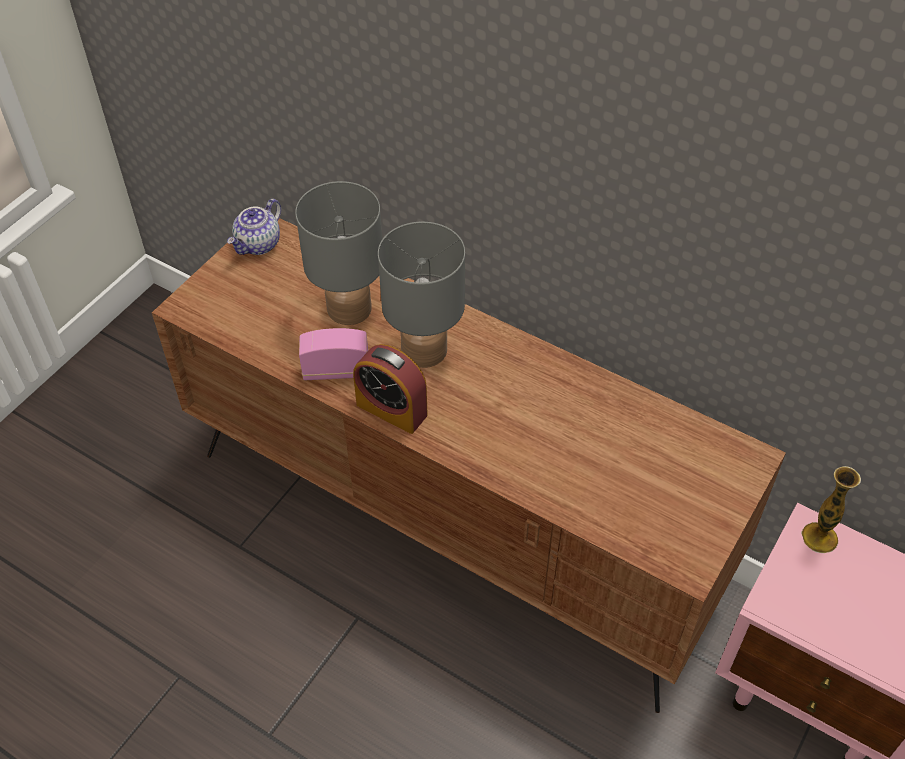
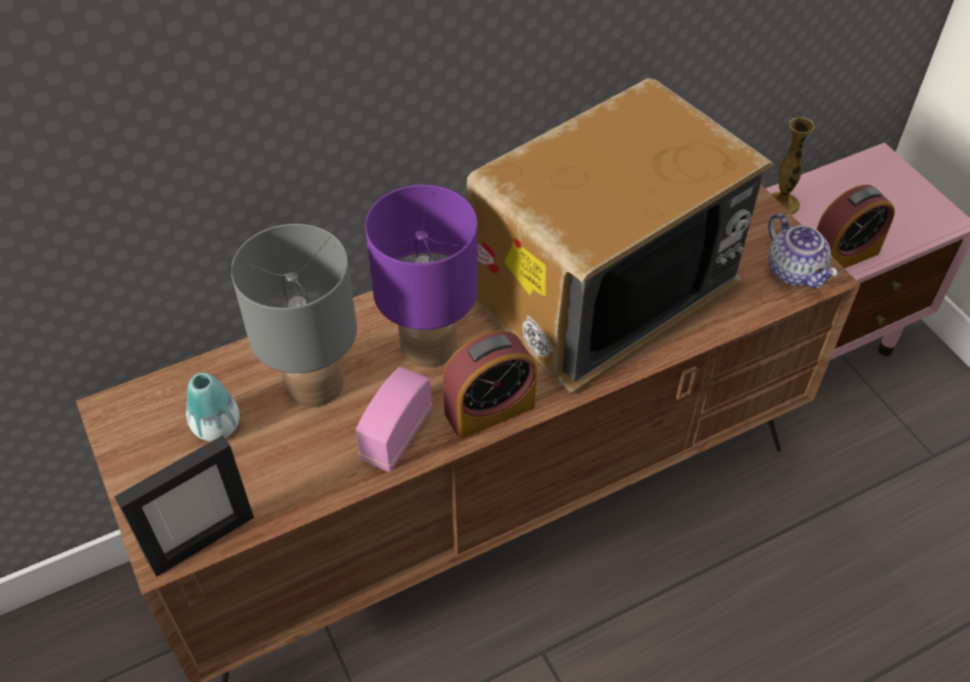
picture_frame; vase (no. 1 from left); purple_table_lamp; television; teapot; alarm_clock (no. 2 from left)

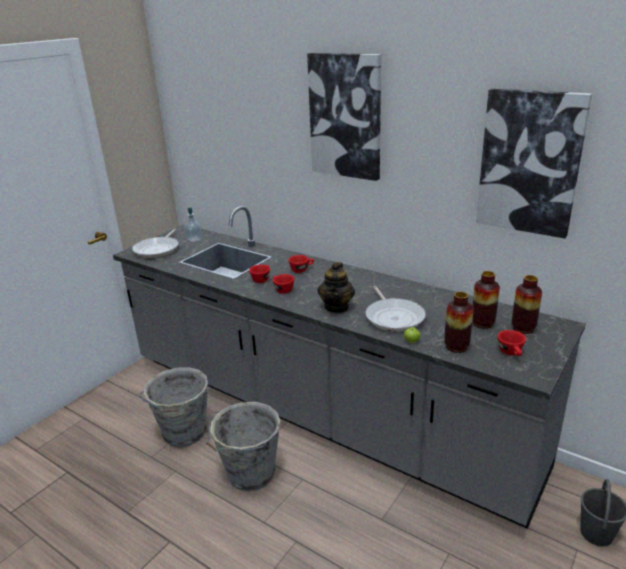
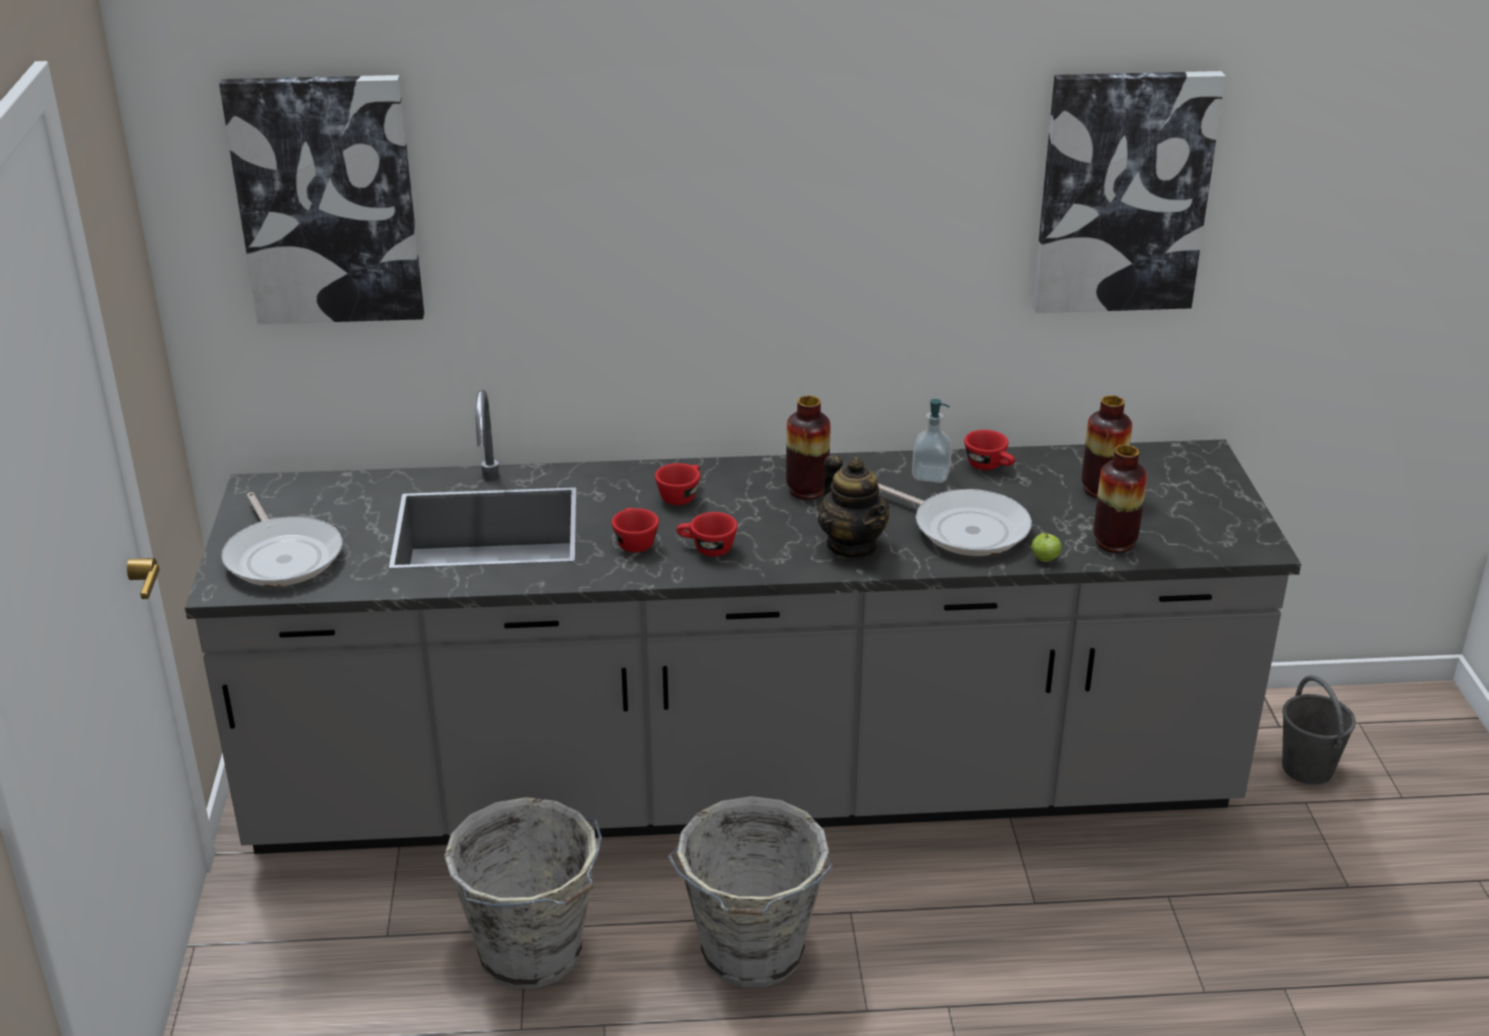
picture (no. 1 from left); vase (no. 1 from left); soap_dispenser; red_cup (no. 4 from left)

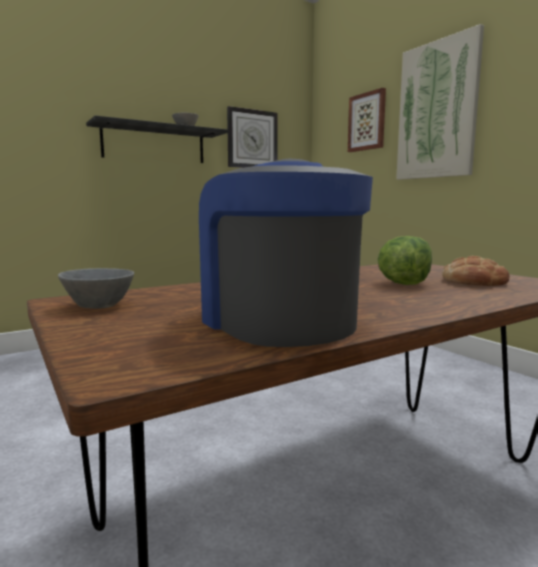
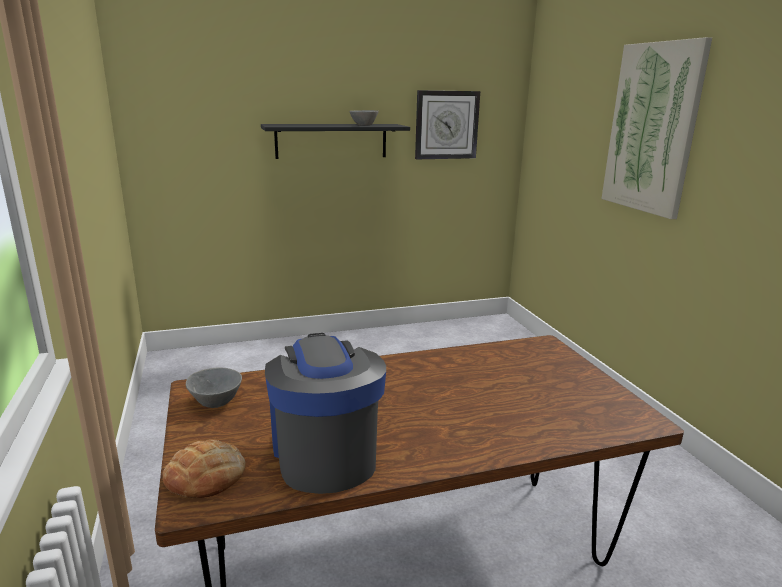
bread; picture (no. 1 from left in the first image); lettuce

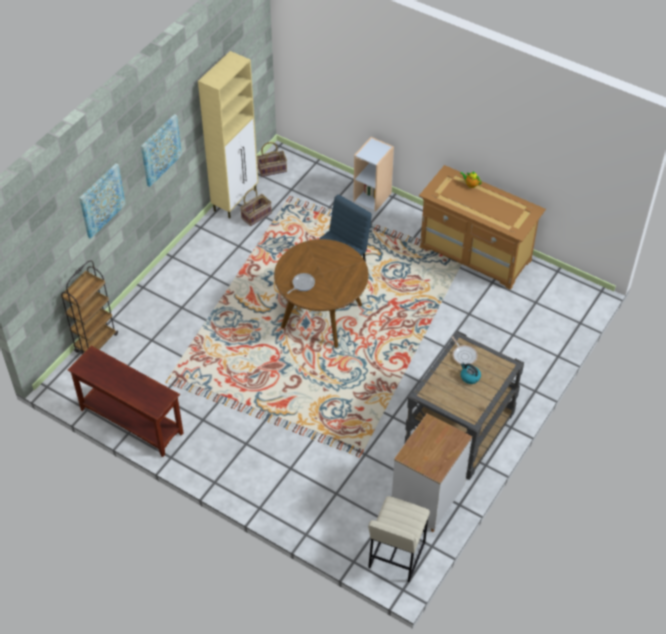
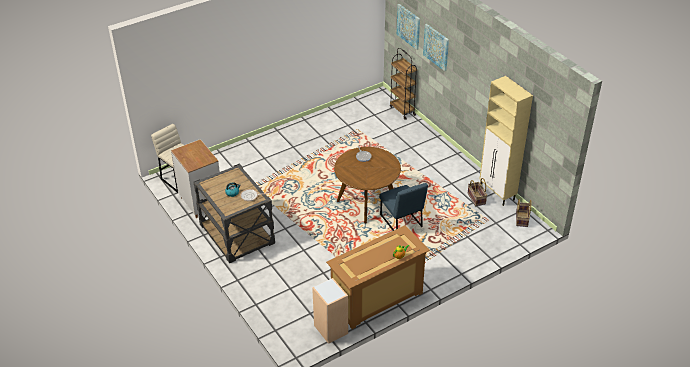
bookcase (no. 2 from left); picture (no. 1 from left); brown_console_table

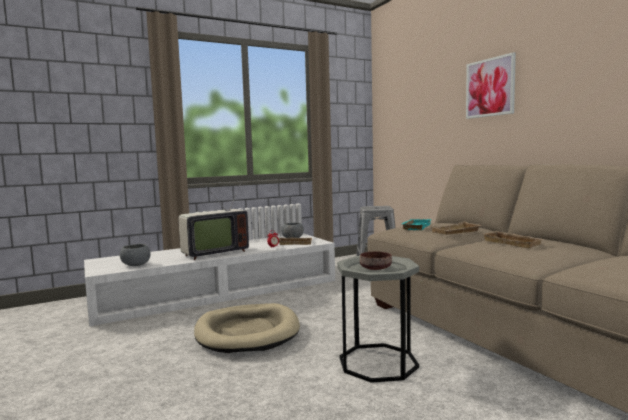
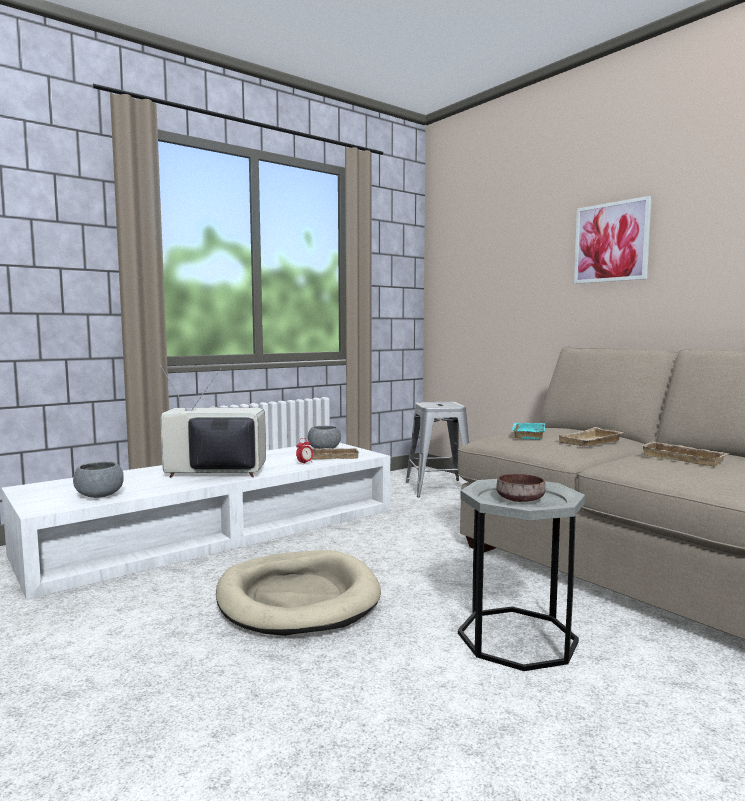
television

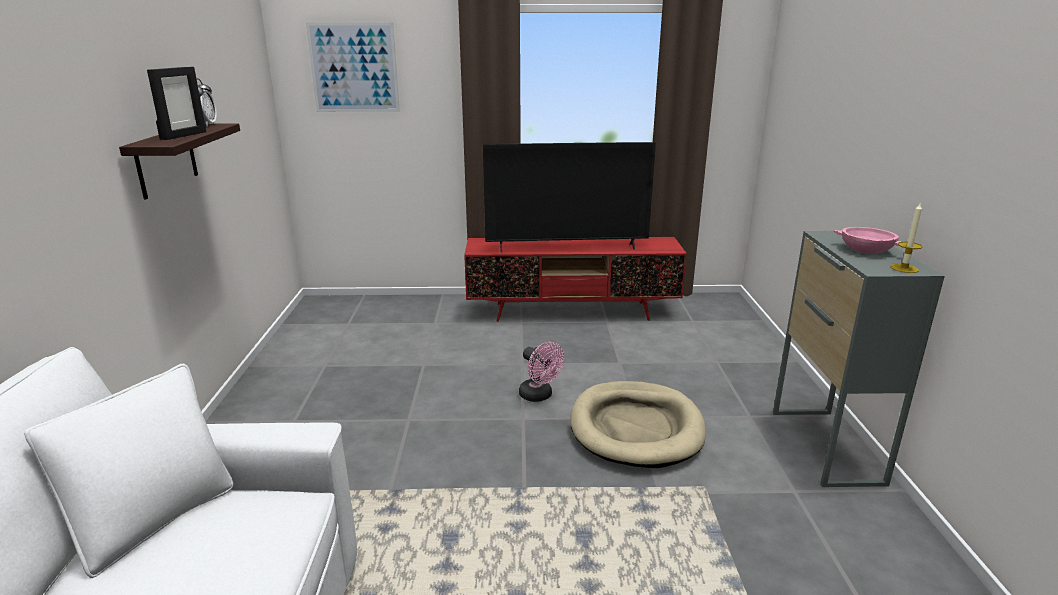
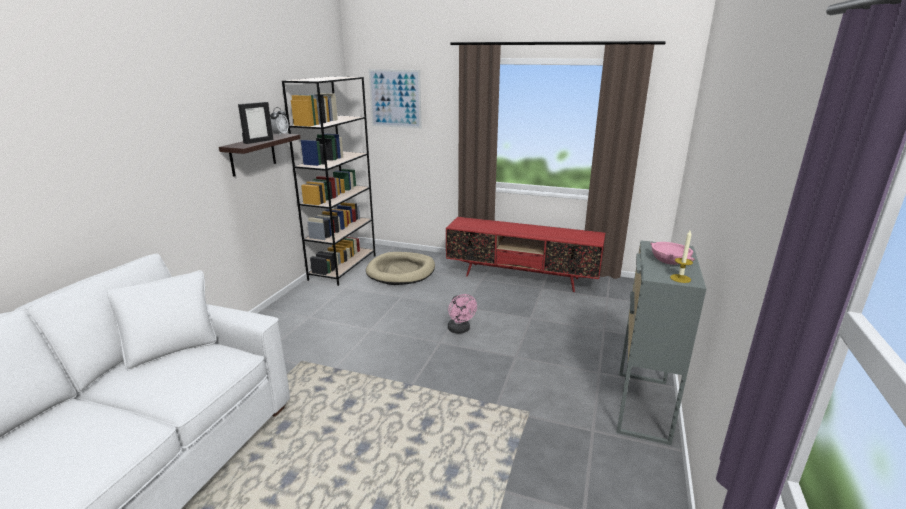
beige_bookcase; beige_dog_bed; television

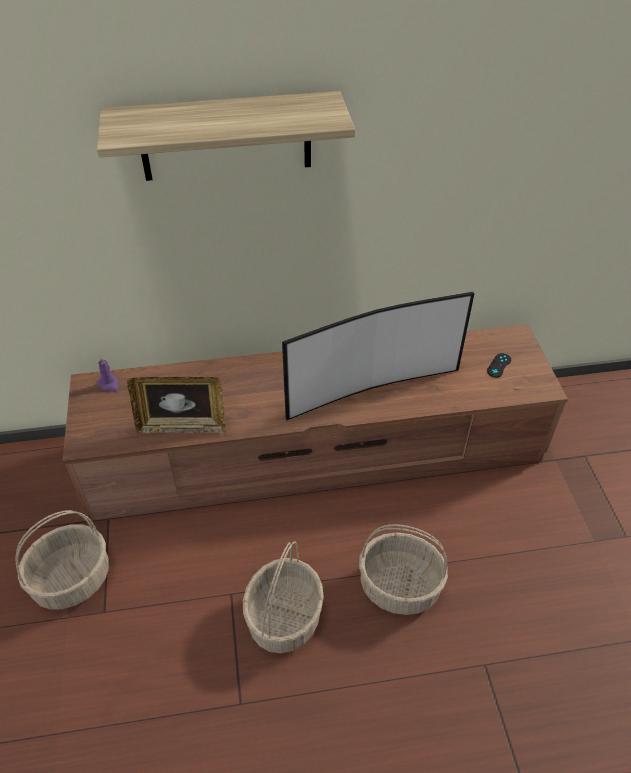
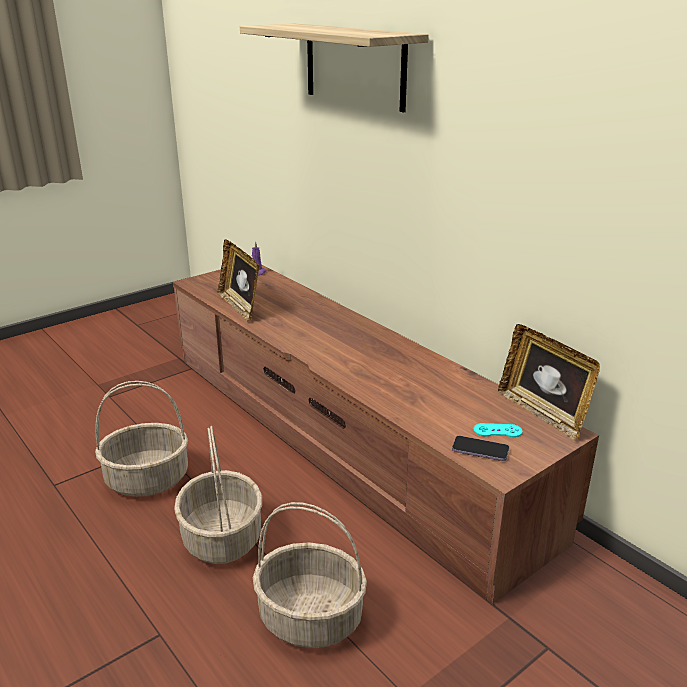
basket (no. 3 from left); phone; turquoise_game_controller; picture_frame (no. 2 from left); television

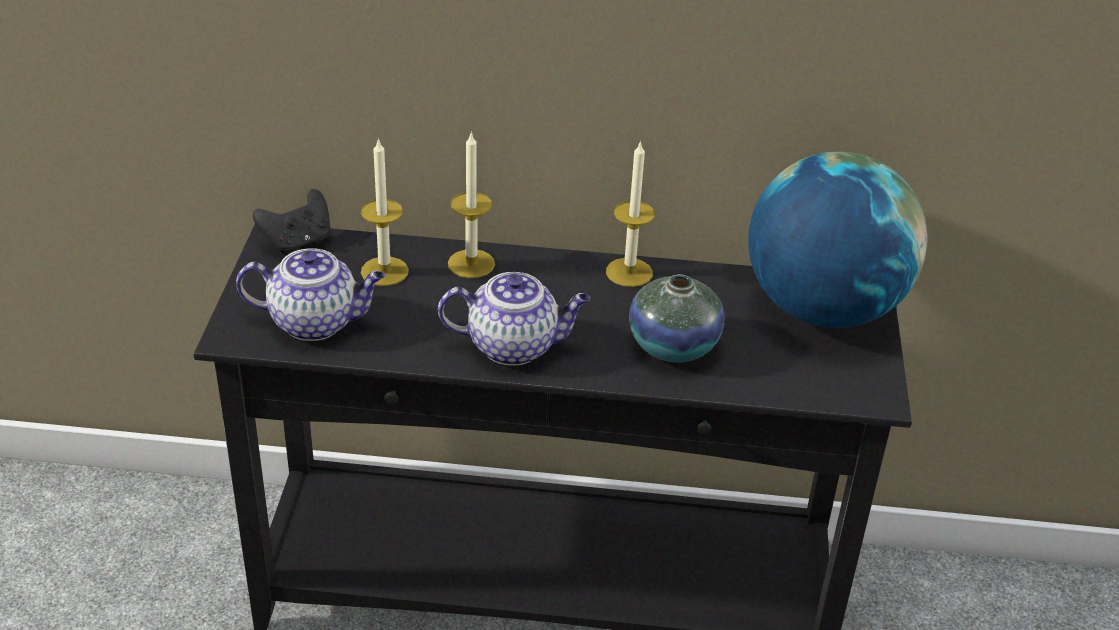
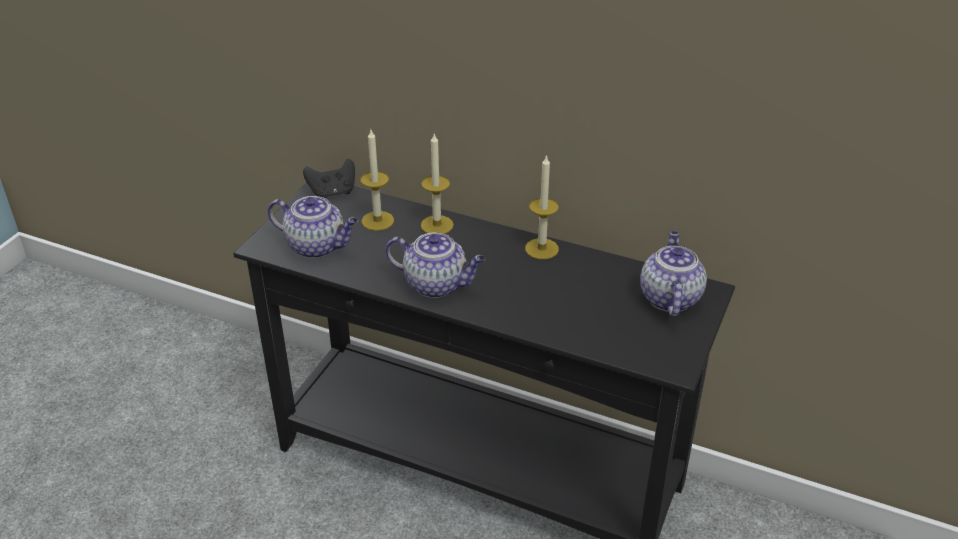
teapot (no. 3 from left); vase

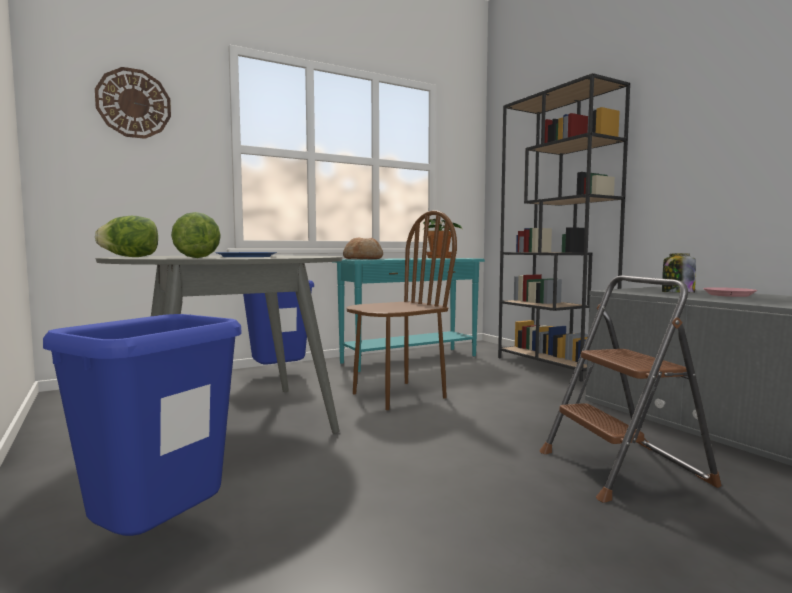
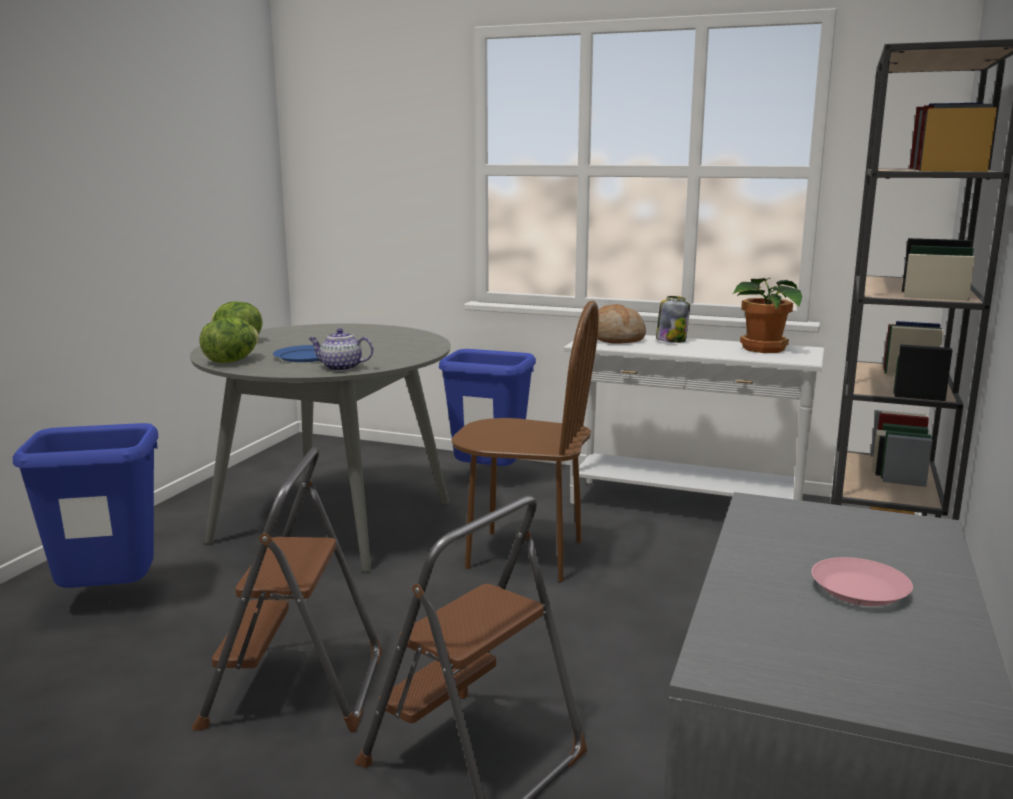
brown_step_ladder (no. 1 from left); teapot; white_console_table; jar; wall_clock

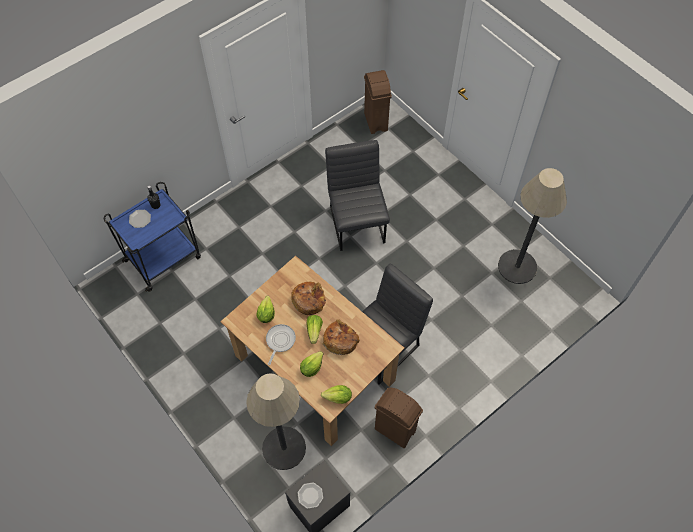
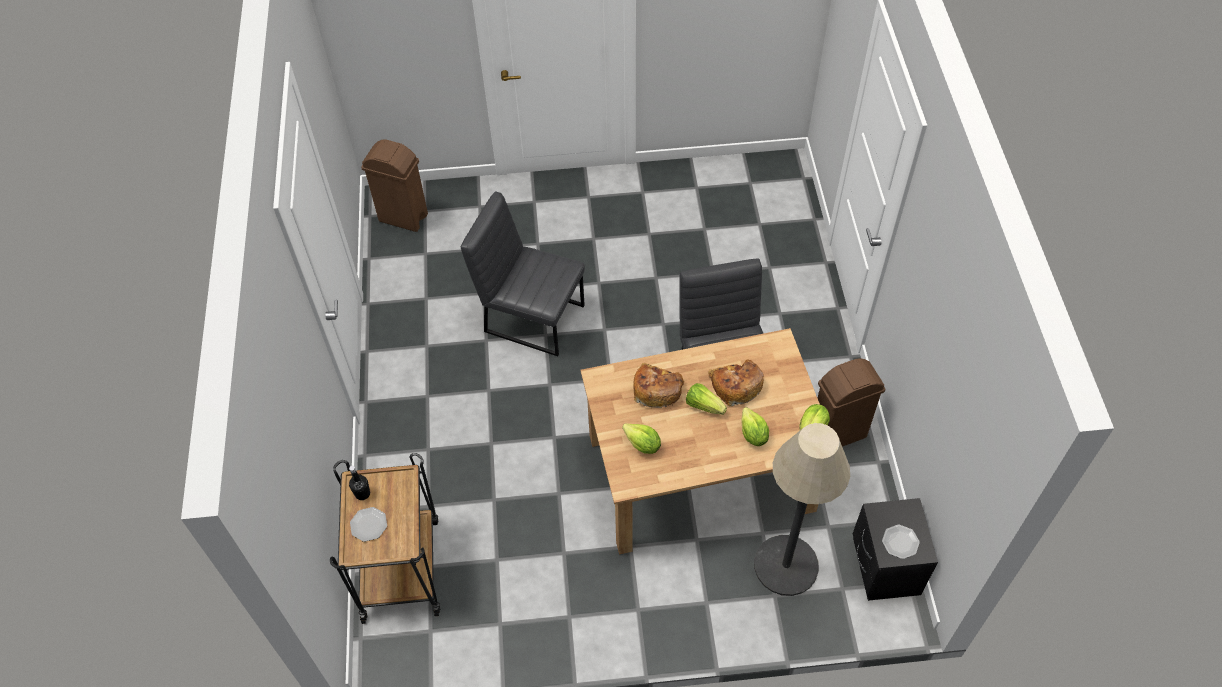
brown_cart; frying_pan; floor_lamp (no. 2 from left in the first image)

